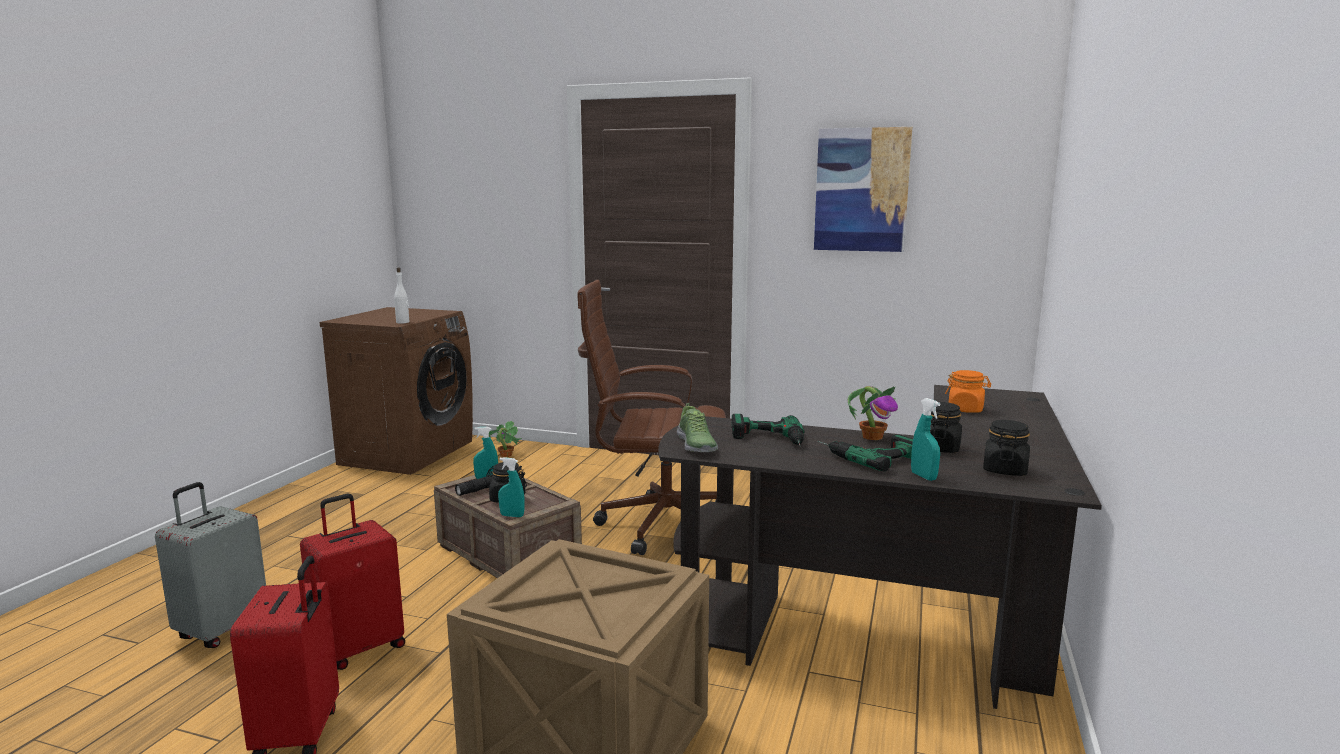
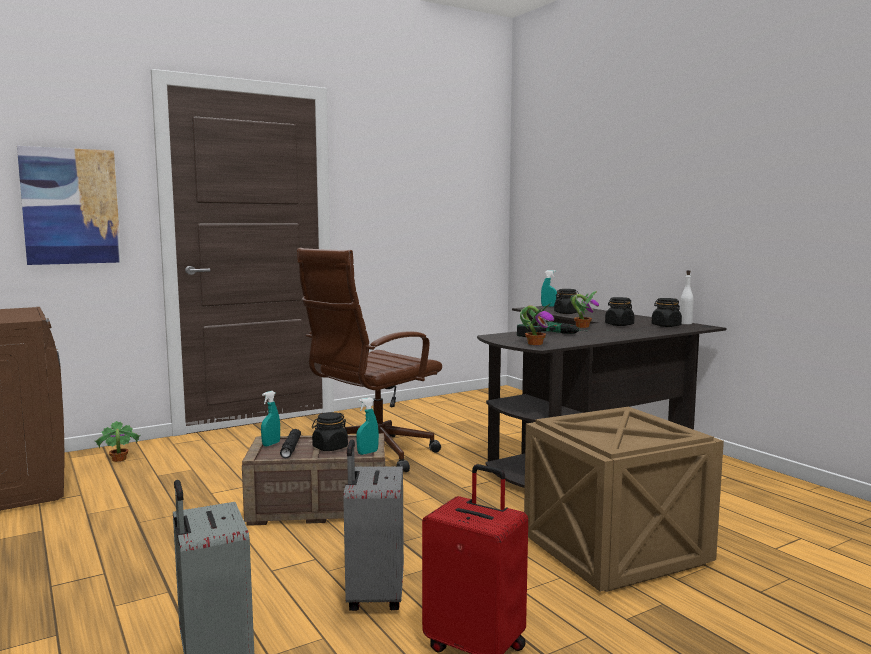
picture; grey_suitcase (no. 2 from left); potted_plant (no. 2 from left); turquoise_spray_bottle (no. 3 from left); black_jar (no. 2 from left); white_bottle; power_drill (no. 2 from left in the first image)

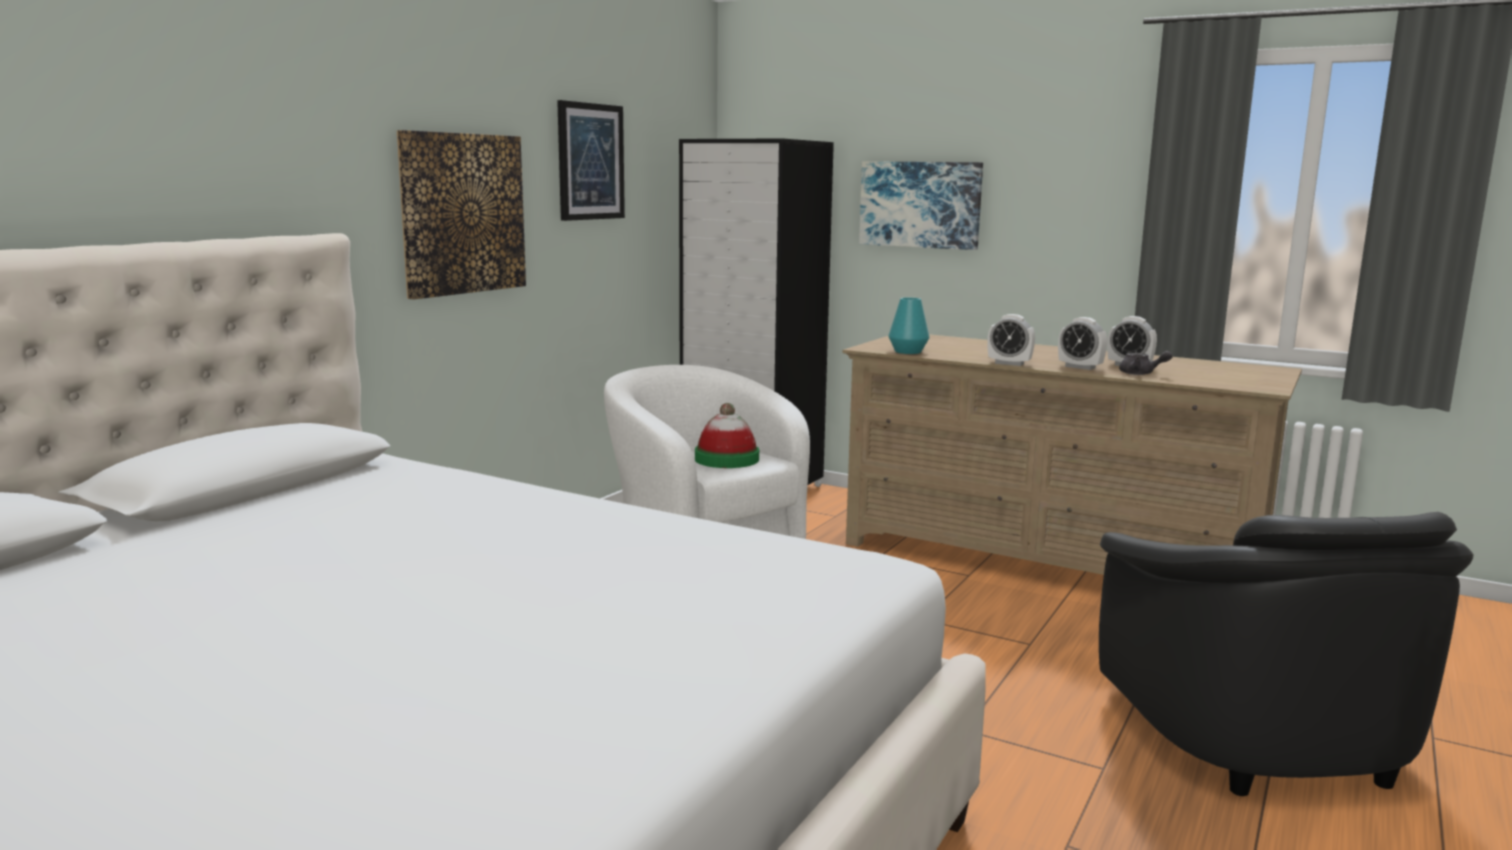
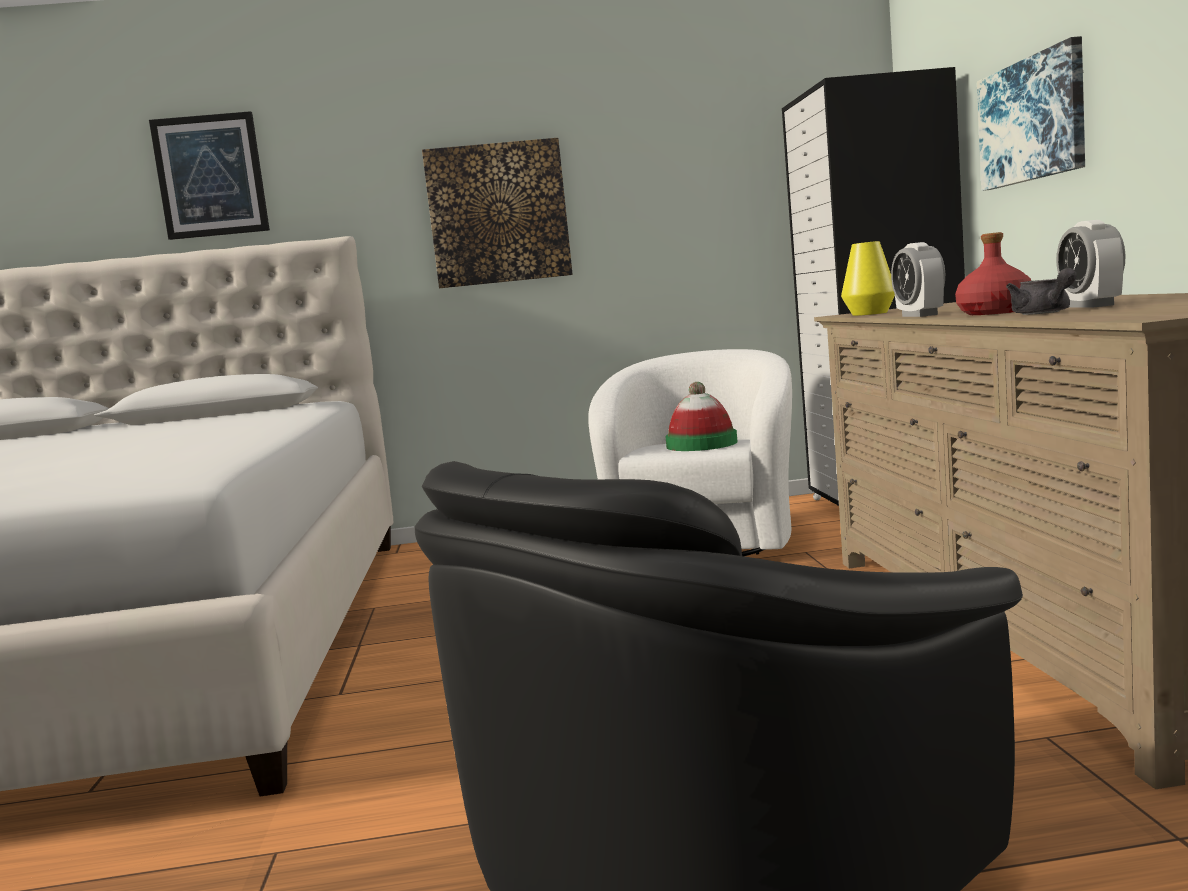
picture (no. 1 from left); yellow_vase; red_bottle

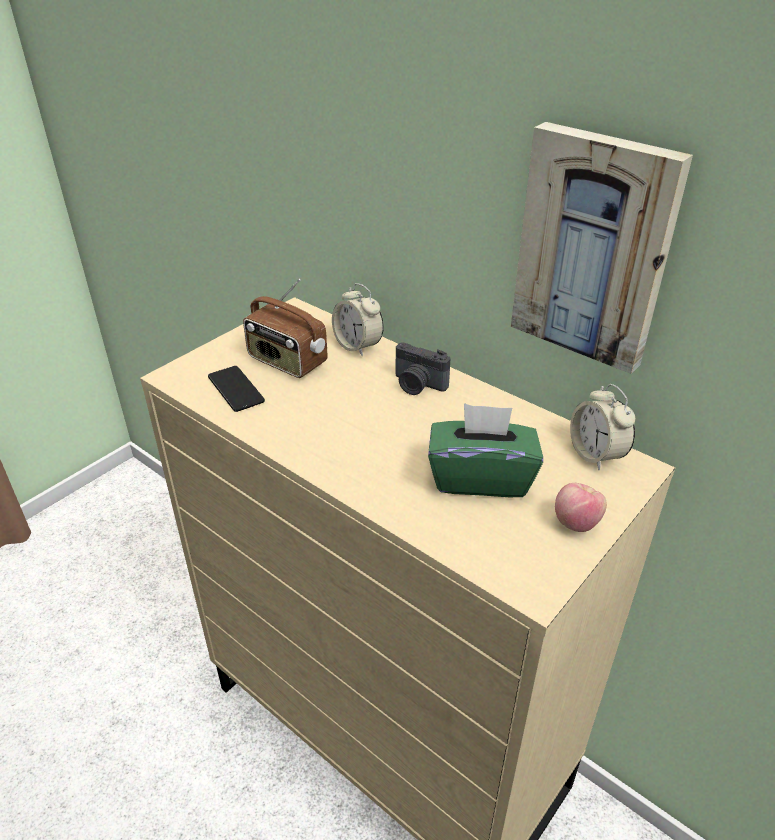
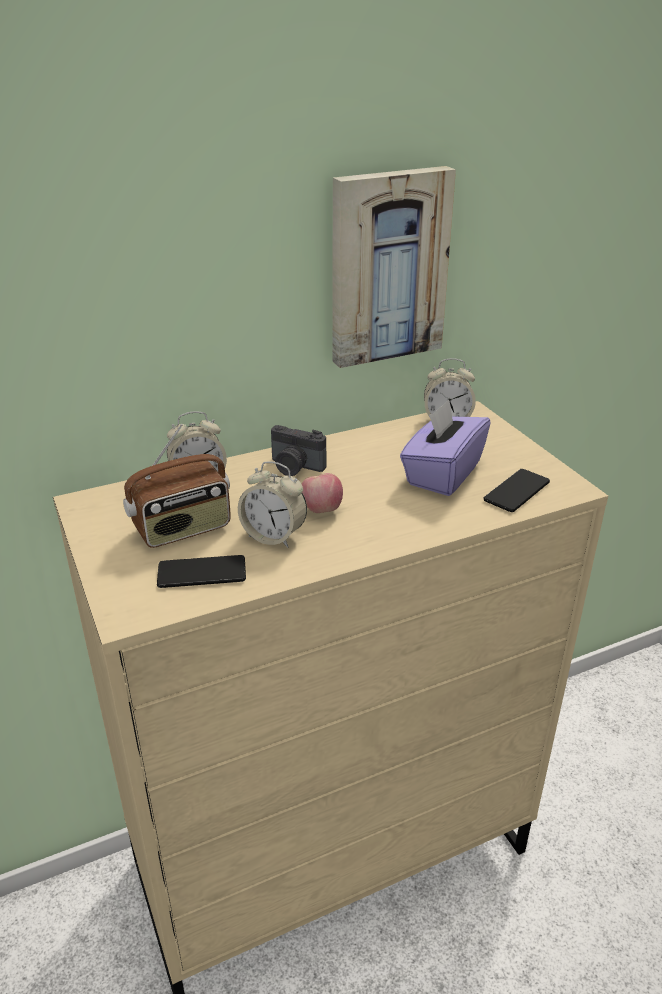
alarm_clock (no. 2 from left); photo_camera; apple; purple_tissue_box; phone (no. 2 from left)

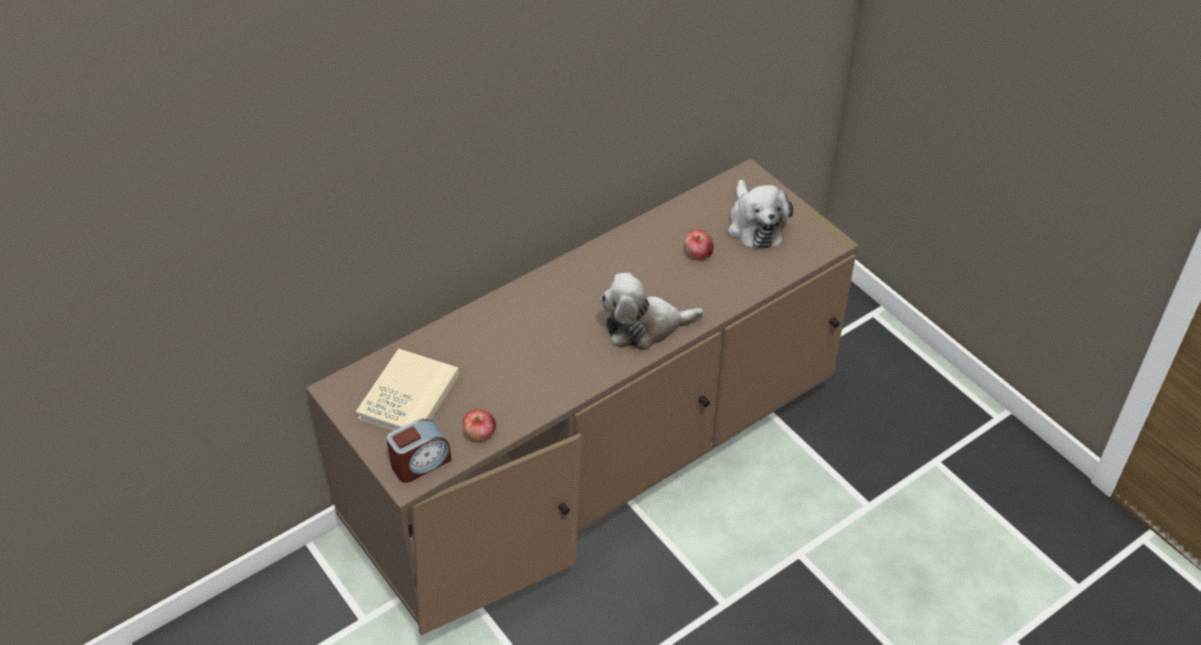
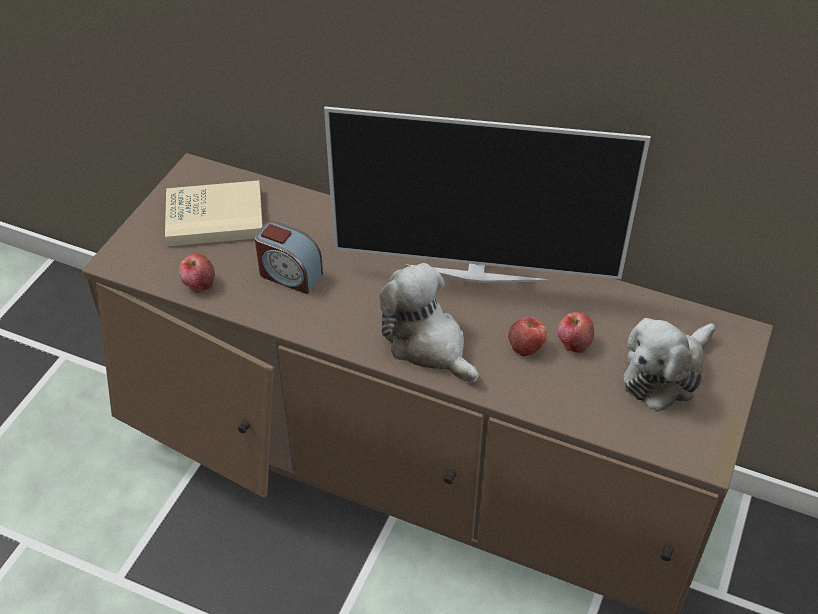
alarm_clock; television; apple (no. 2 from left)

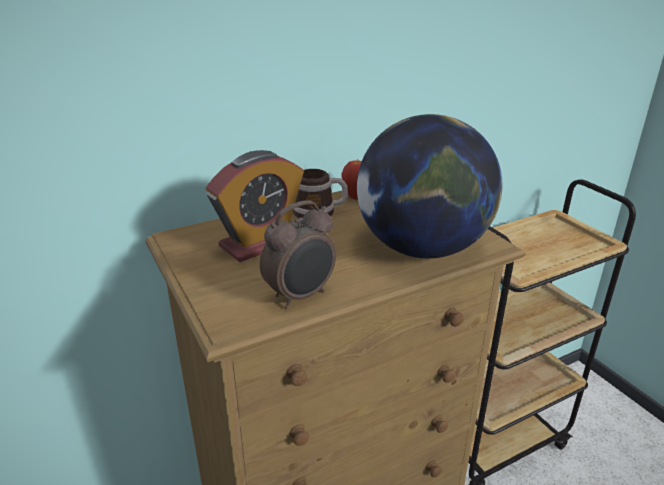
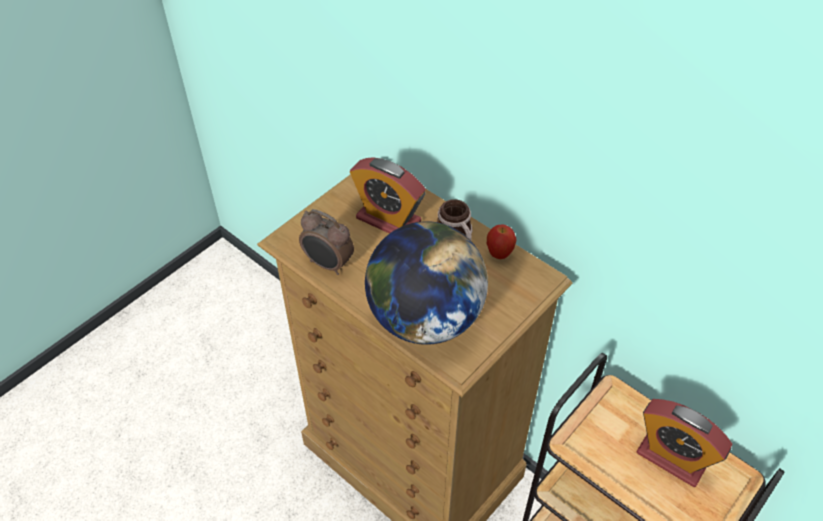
alarm_clock (no. 3 from left)

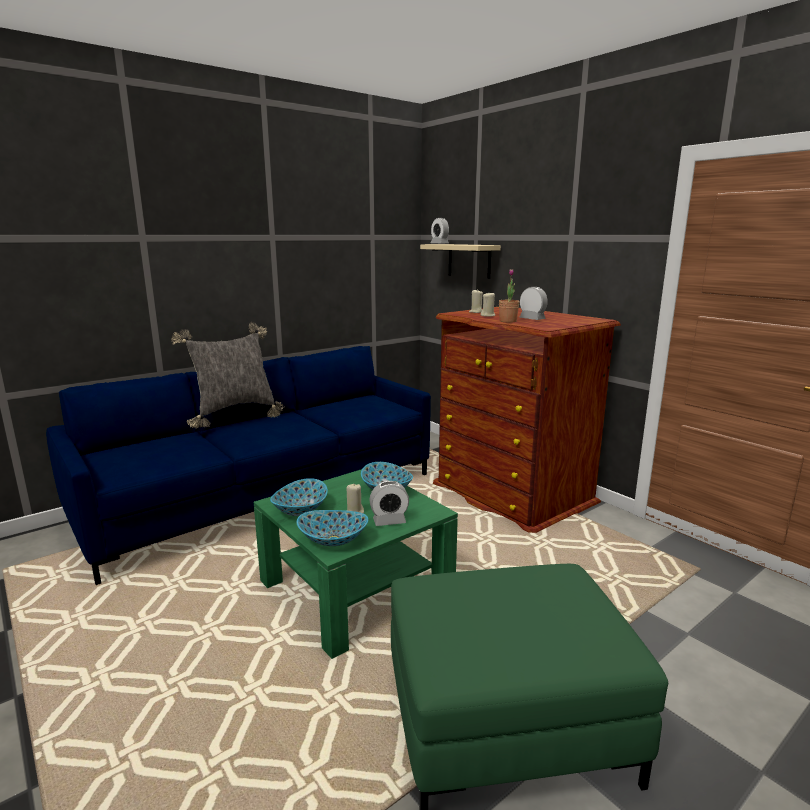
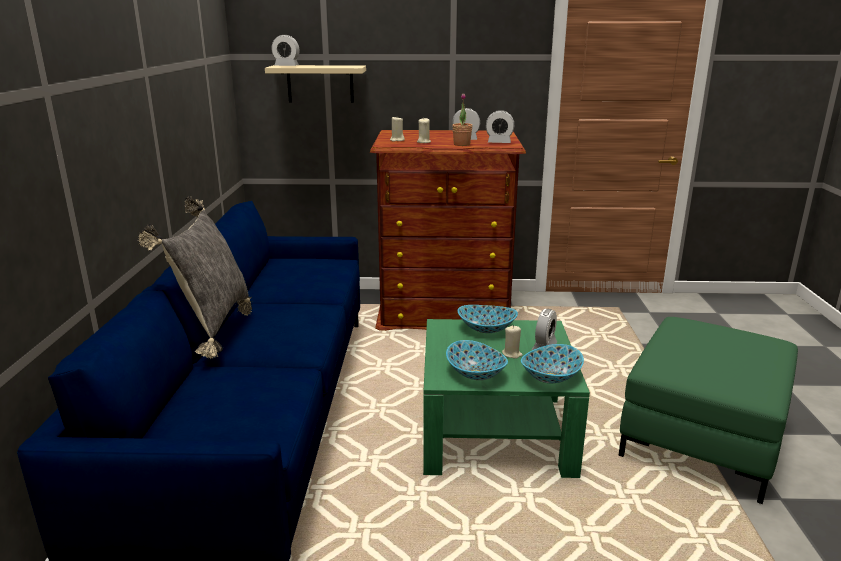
alarm_clock (no. 3 from left)

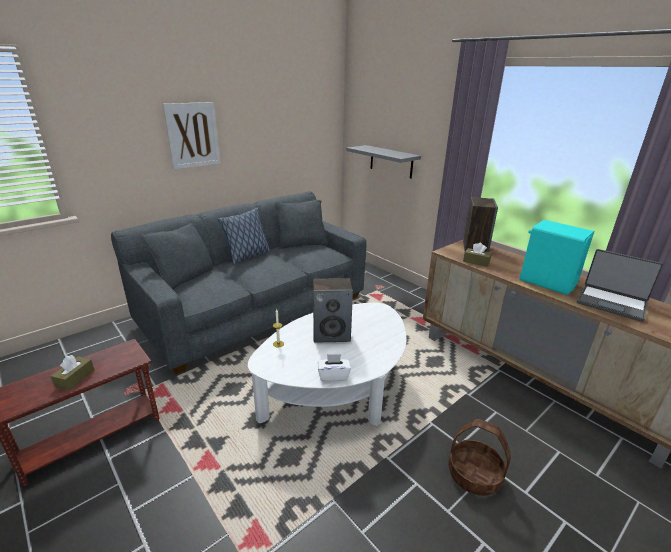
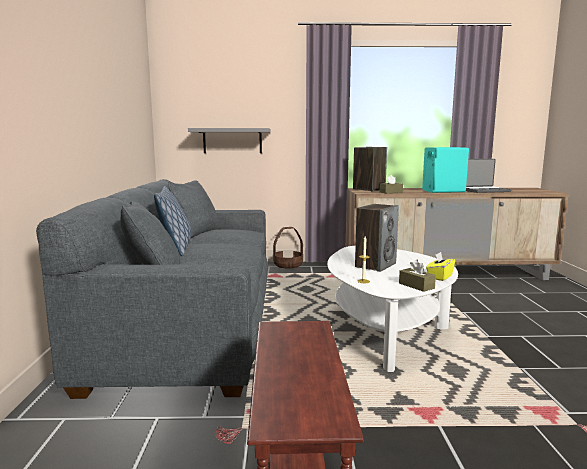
basket; brown_tissue_box (no. 2 from left); yellow_tissue_box; picture

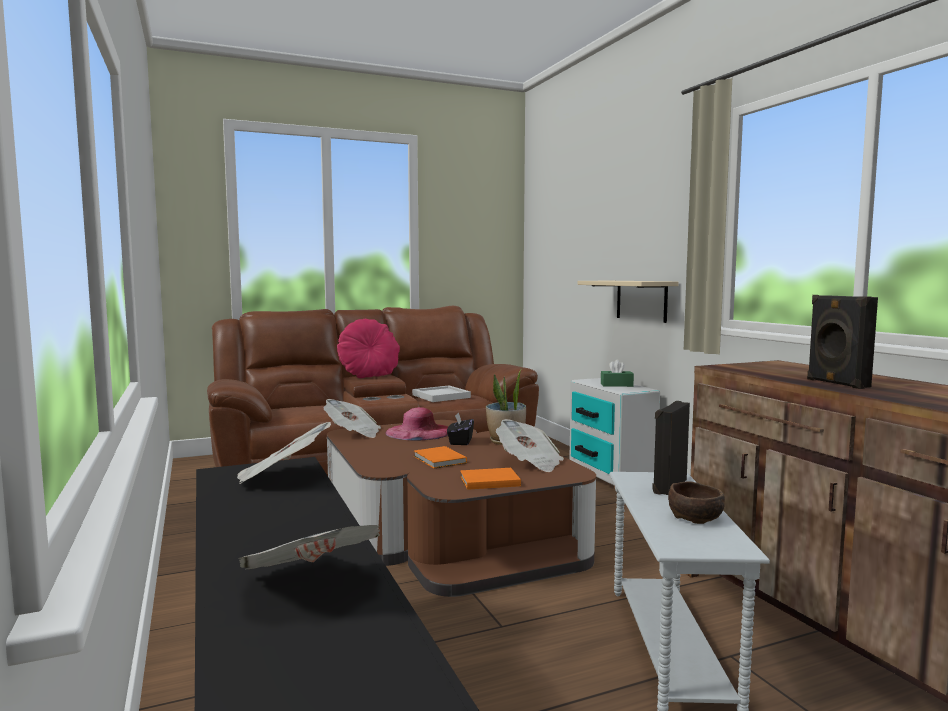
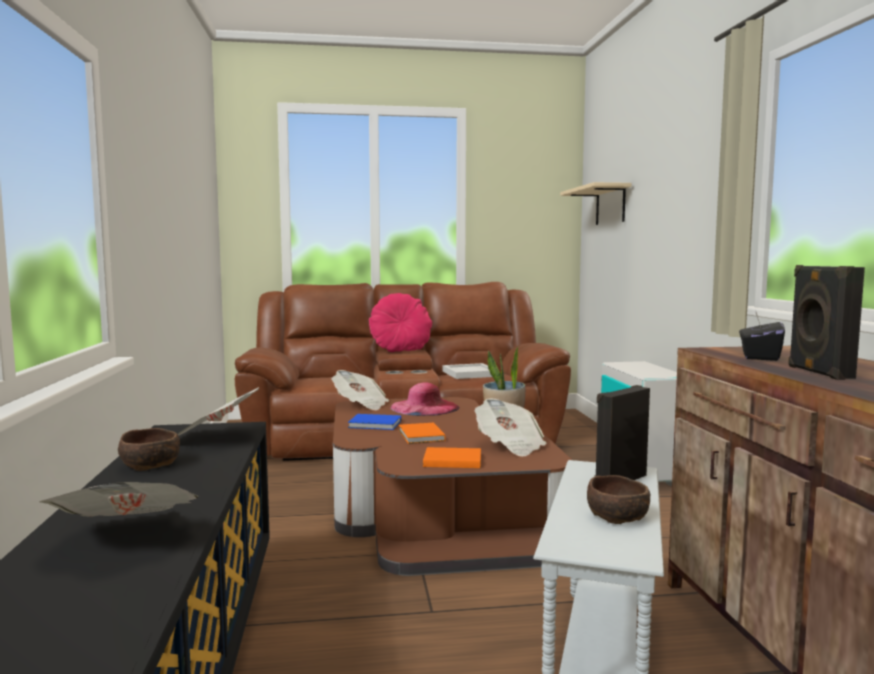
brown_bowl (no. 1 from left); blue_book; beige_shelf; black_tissue_box; green_tissue_box

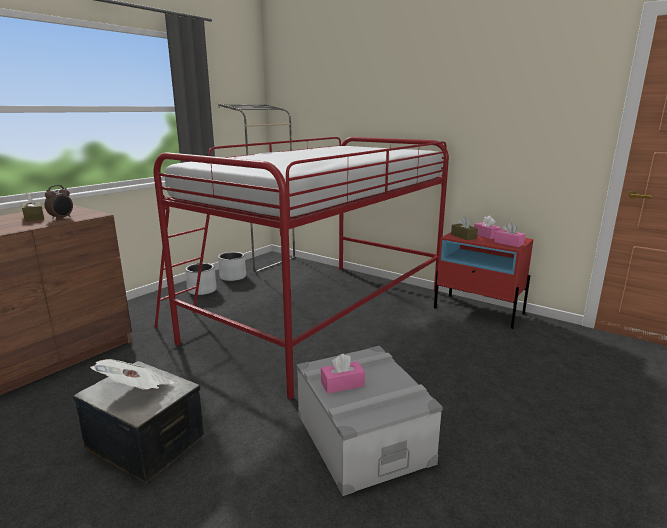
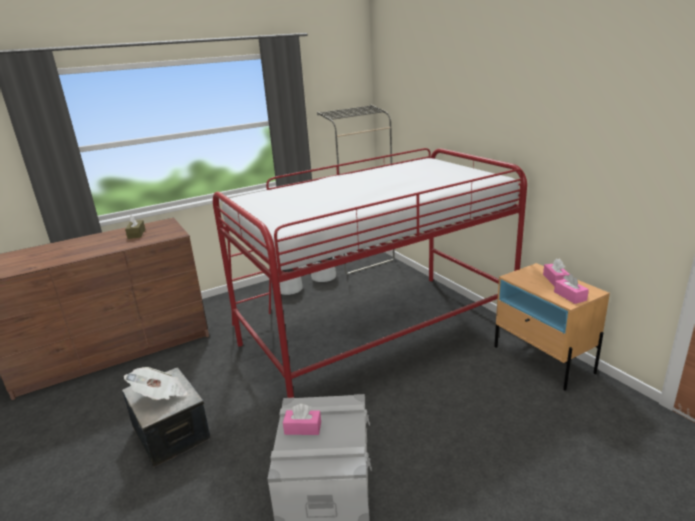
beige_nightstand; alarm_clock; brown_tissue_box (no. 2 from left in the first image)

